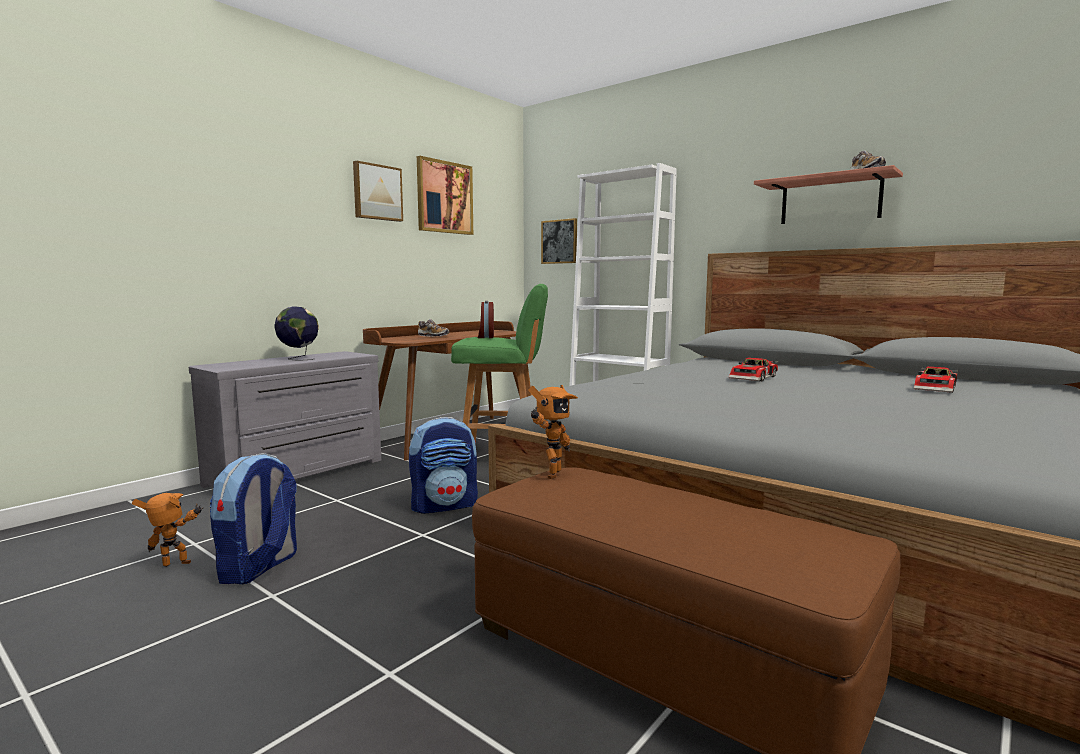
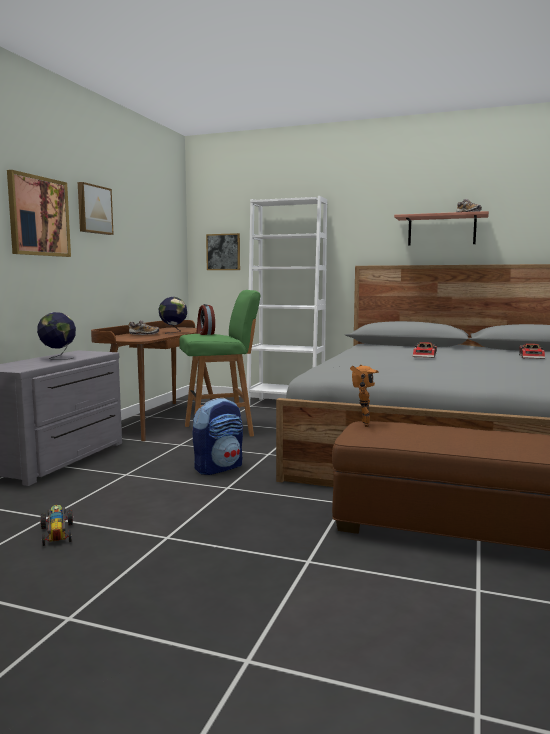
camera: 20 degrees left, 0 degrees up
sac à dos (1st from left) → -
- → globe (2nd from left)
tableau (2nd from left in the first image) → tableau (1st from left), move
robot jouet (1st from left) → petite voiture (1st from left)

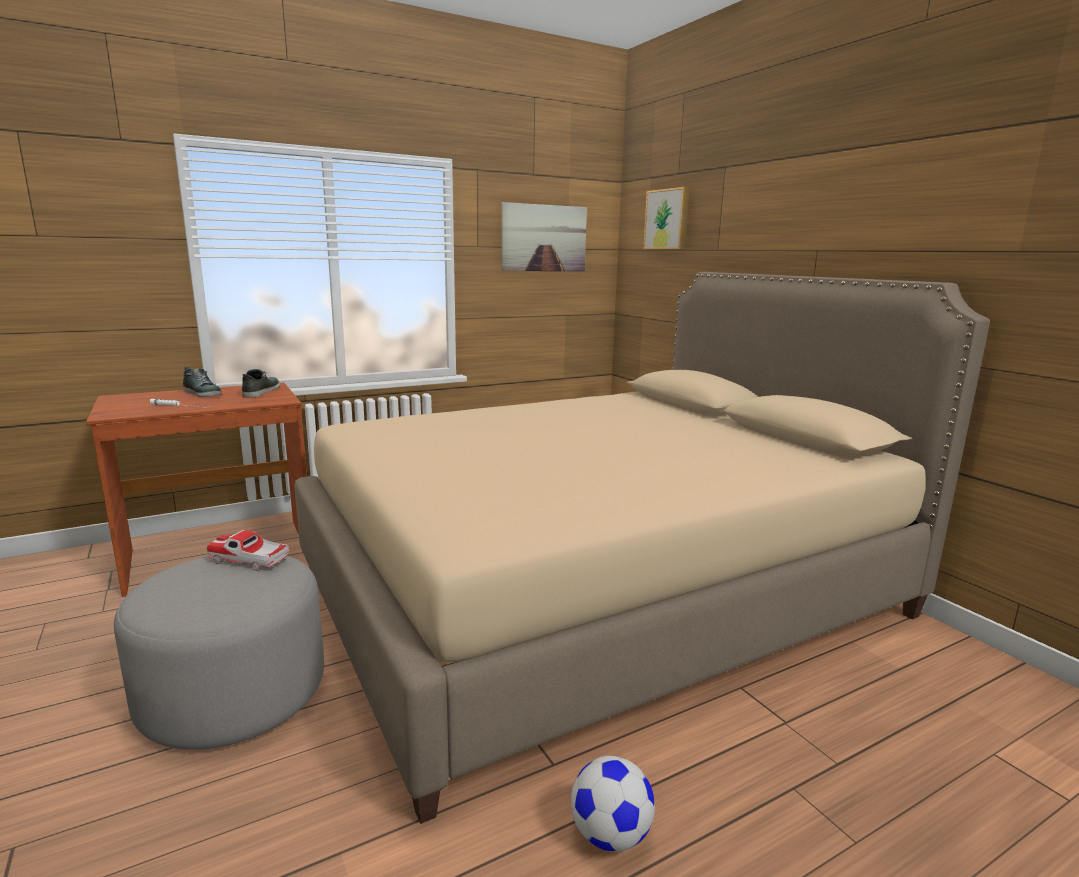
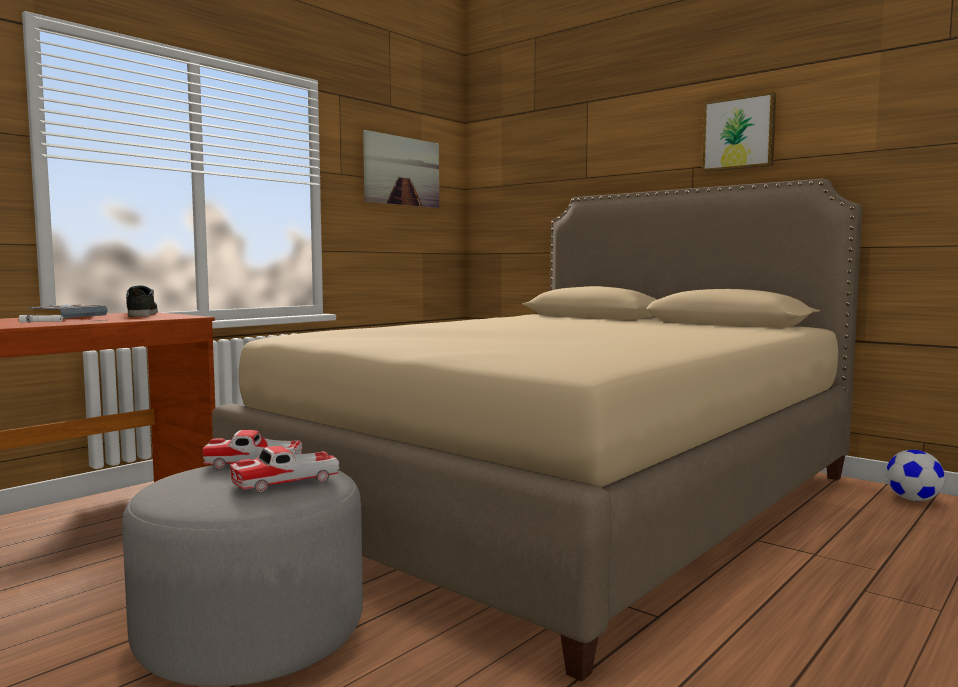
camera: 20 degrees left, 10 degrees down
- → petite voiture (2nd from left)
ballon de foot, move
tableau (2nd from left), move
chaussure (1st from left) → livre [gris]

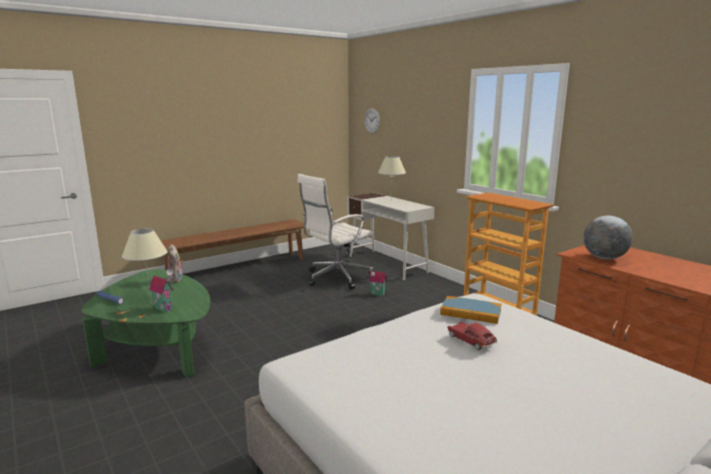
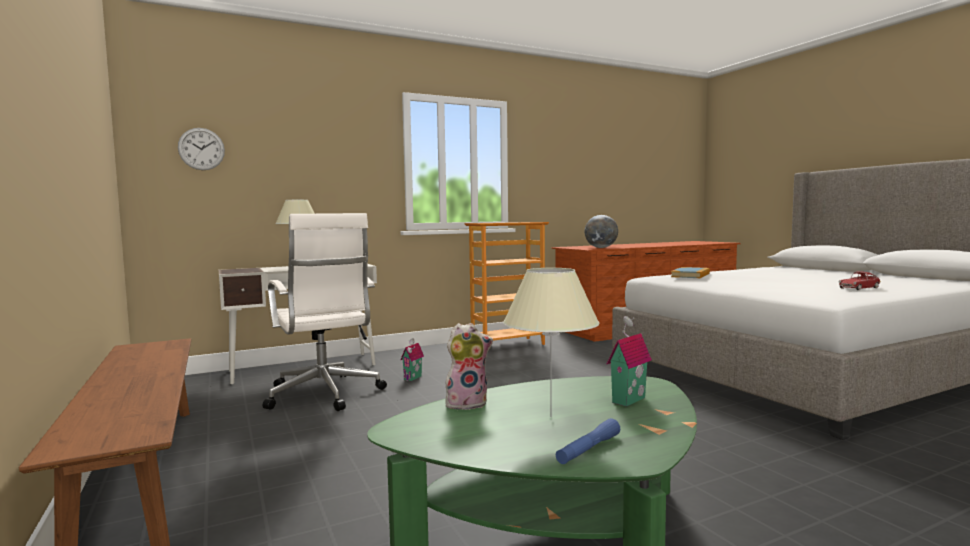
camera: 80 degrees left, 10 degrees down
petite voiture, move

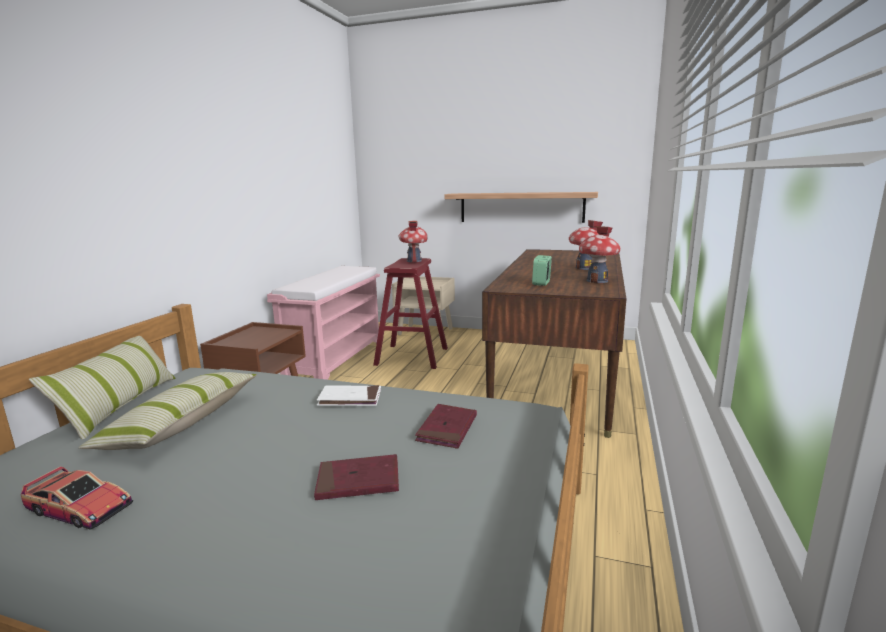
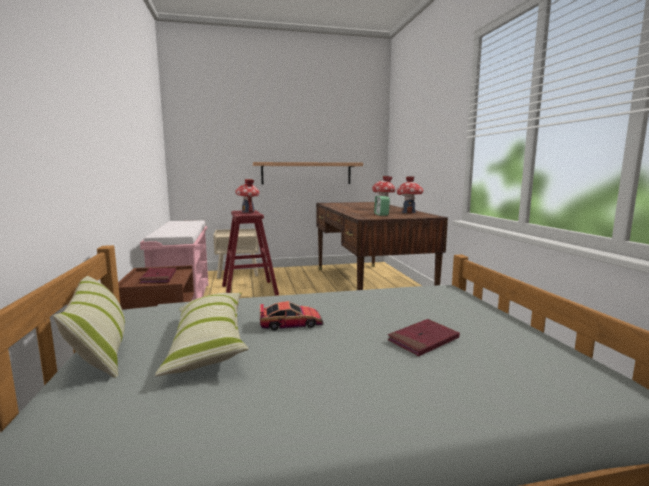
camera: 30 degrees left, 5 degrees down
livre [blanc] → -
petite voiture, move
livre [rouge] (2nd from left in the first image) → livre [rouge] (1st from left), move

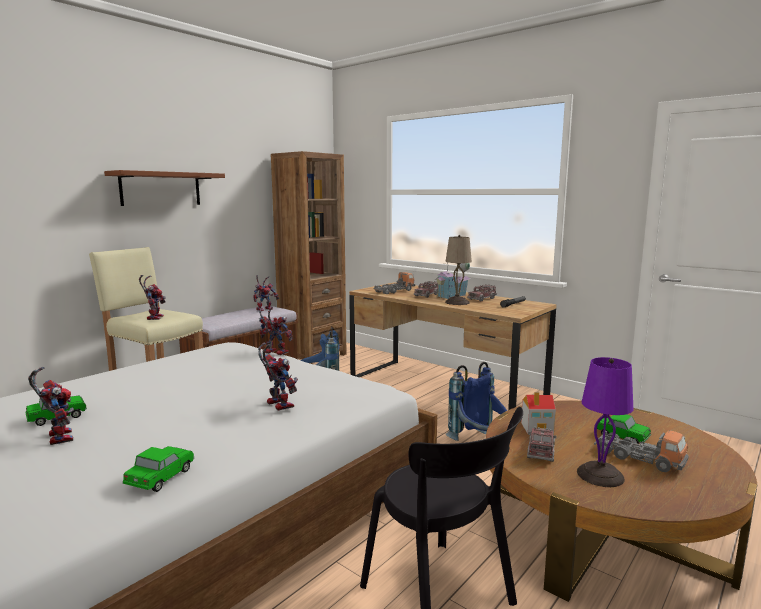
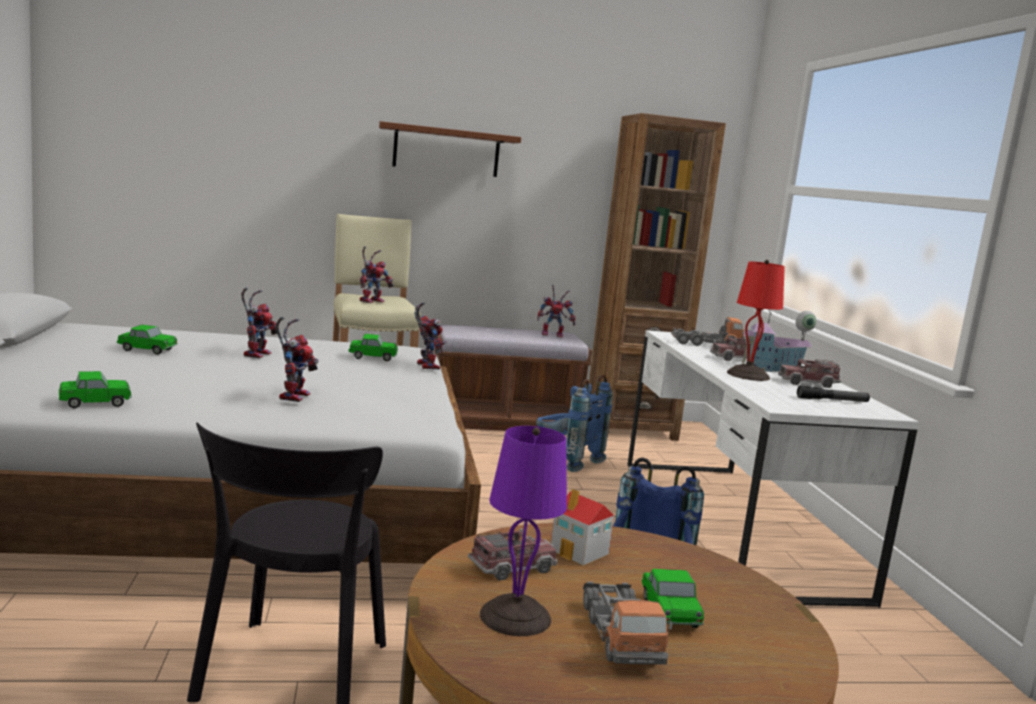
camera: 40 degrees right, 0 degrees up
- → petite voiture (3rd from left)
robot jouet (1st from left), move
bureau [marron] → bureau [blanc]
lampe de table [beige] → lampe de table [rouge]

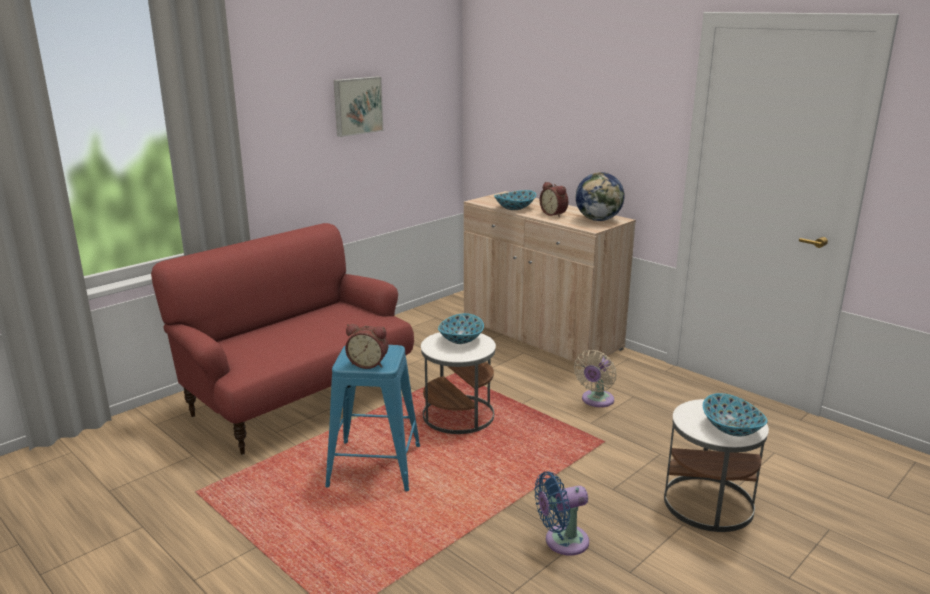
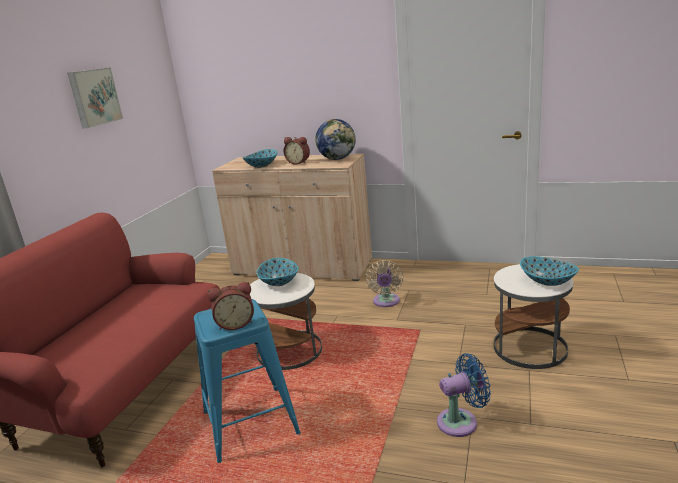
camera: 25 degrees left, 0 degrees up
ventilateur [bleu], 150 degrees counterclockwise

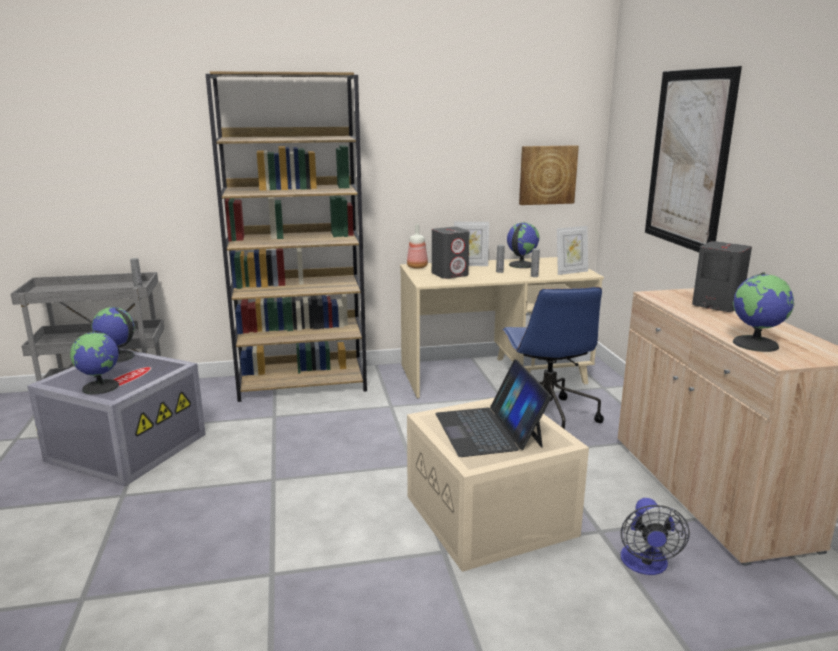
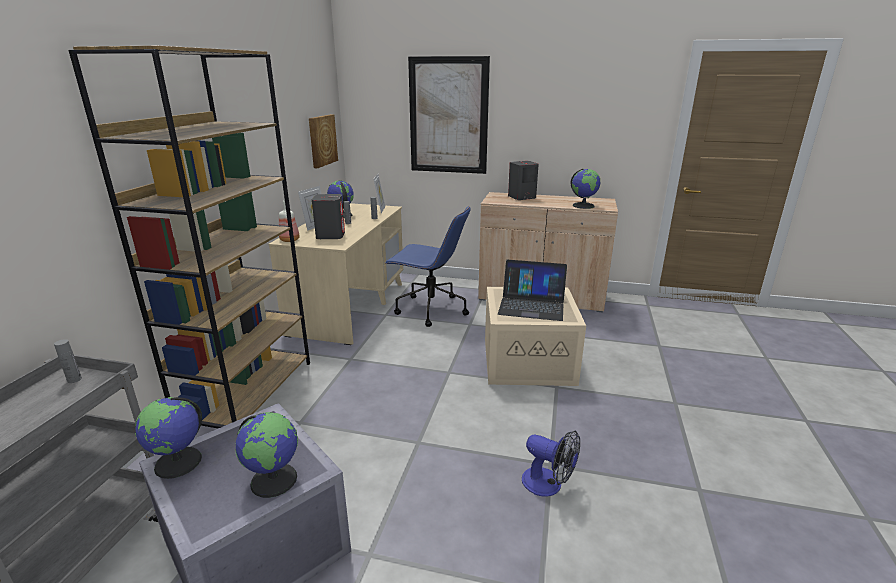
camera: 65 degrees left, 5 degrees up
ventilateur, move

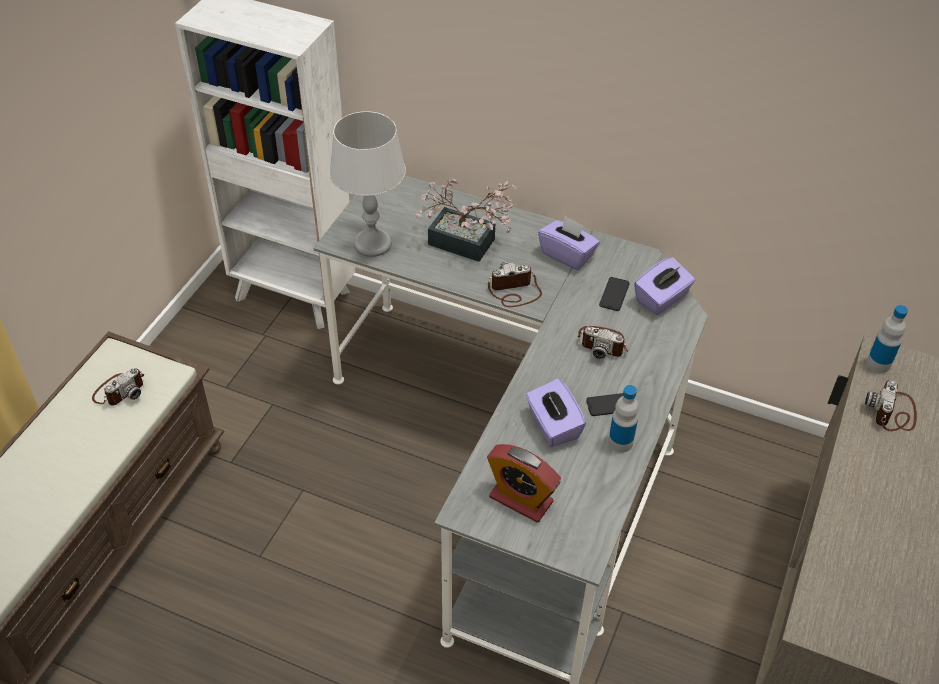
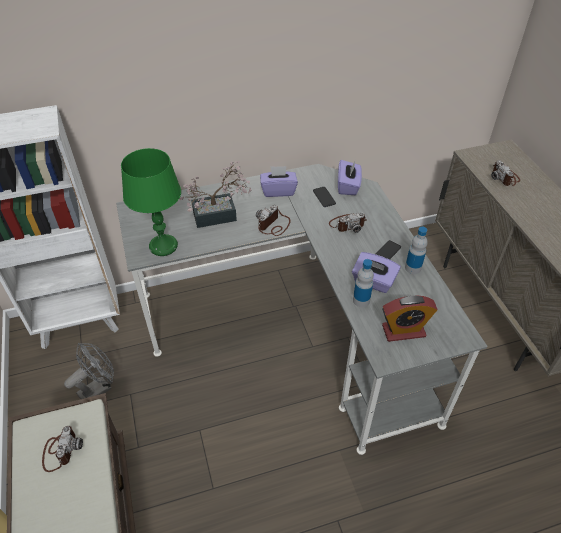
camera: 40 degrees left, 0 degrees up
- → ventilateur [gris]
bouteille (2nd from left in the first image) → bouteille (1st from left), move
lampe de table [gris] → lampe de table [vert]

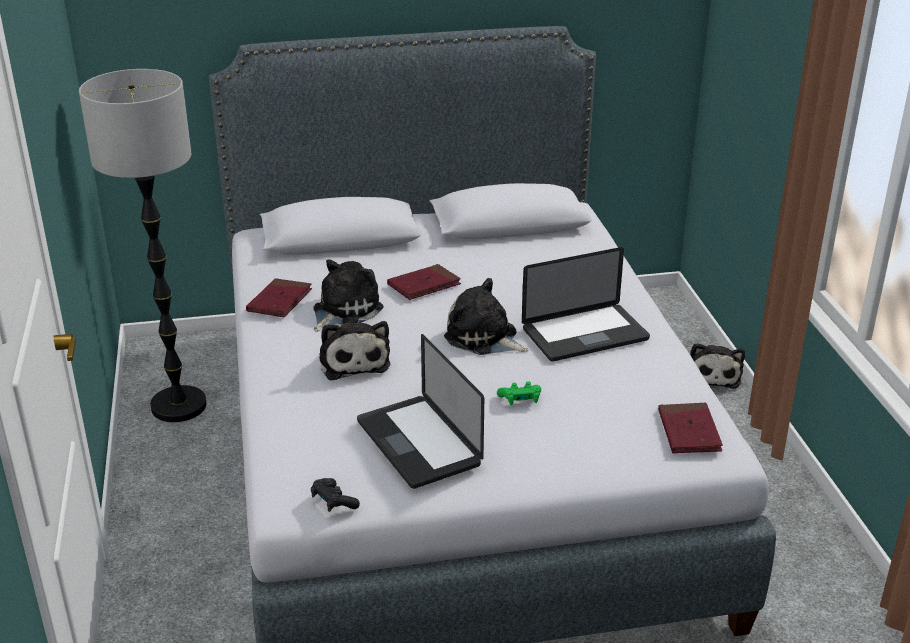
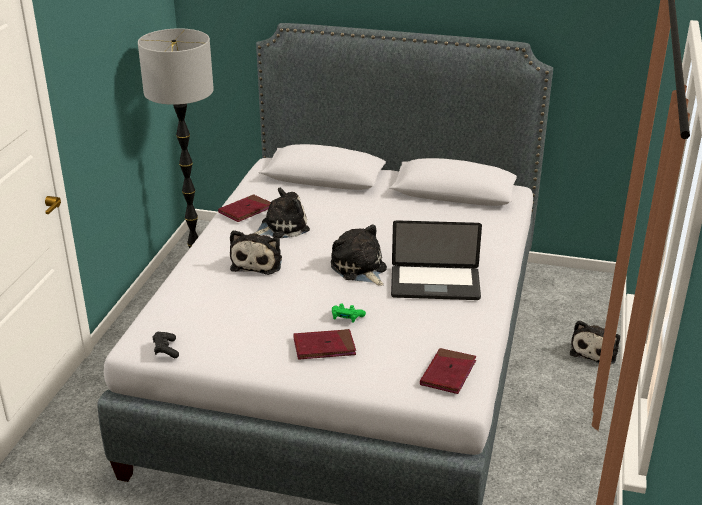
camera: 25 degrees right, 0 degrees up
ordinateur portable (1st from left) → -
livre [rouge] (2nd from left), move

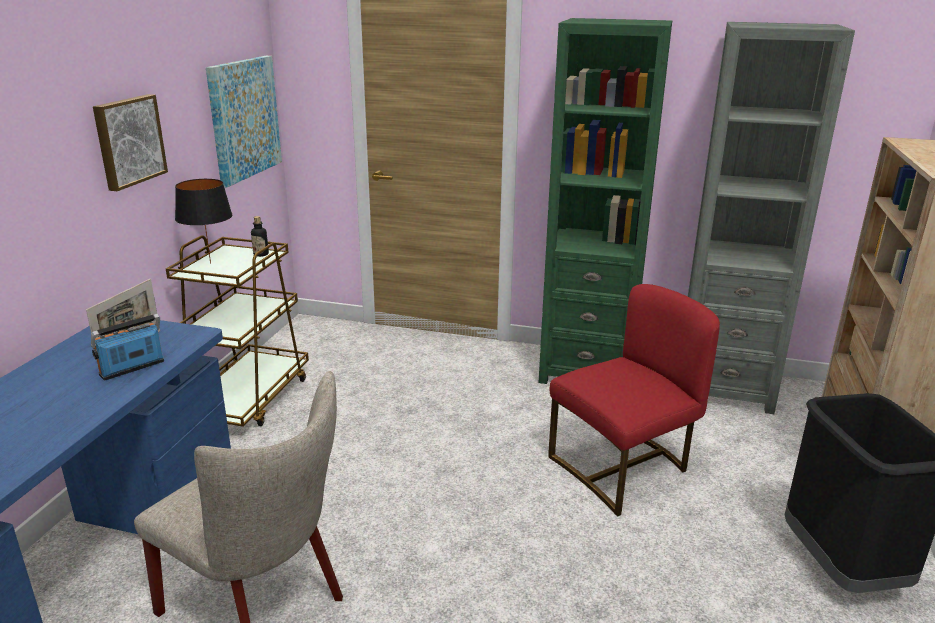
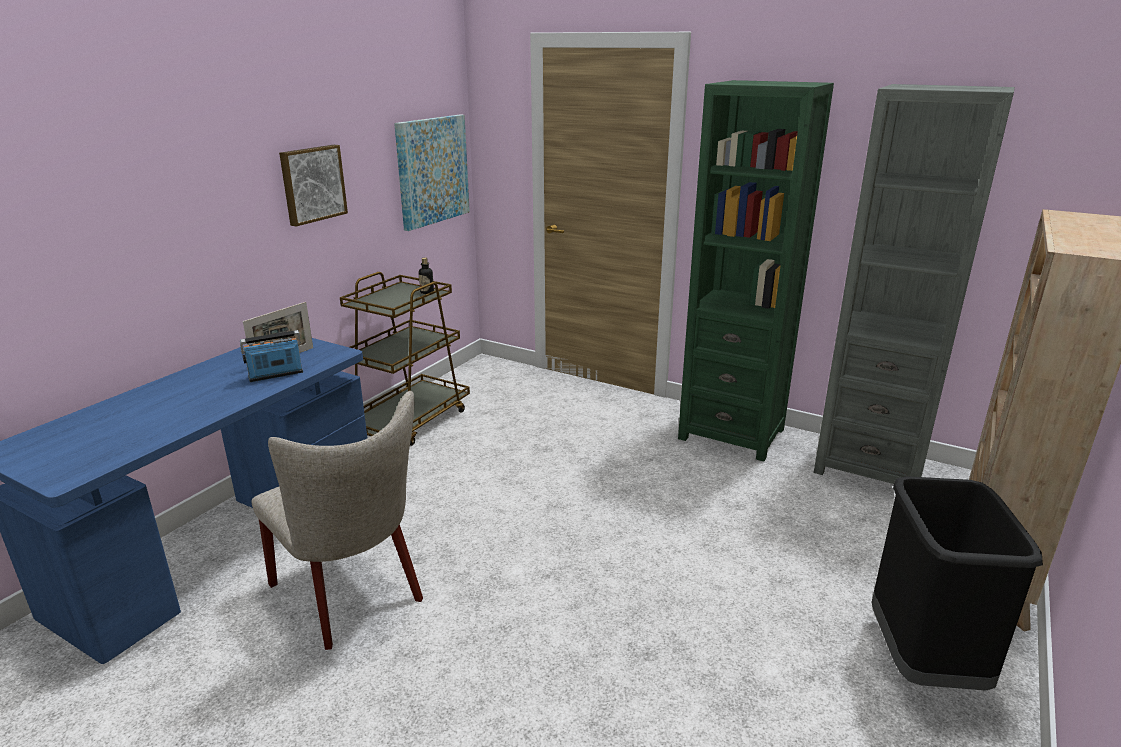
camera: 15 degrees right, 0 degrees up
lampe de table [noir] → -
chaise [rouge] → -

